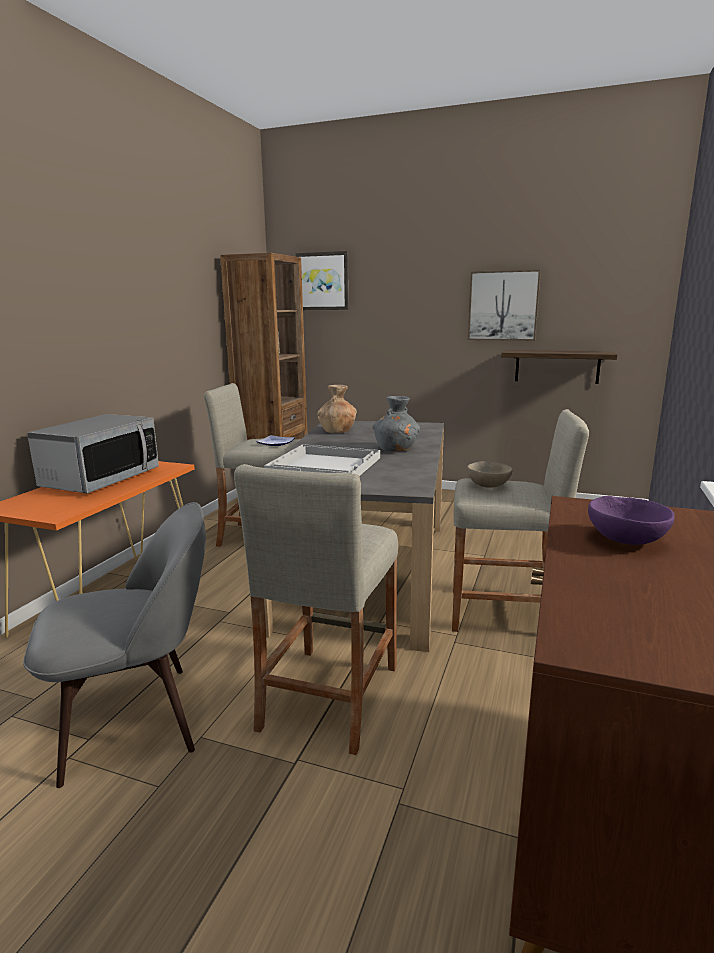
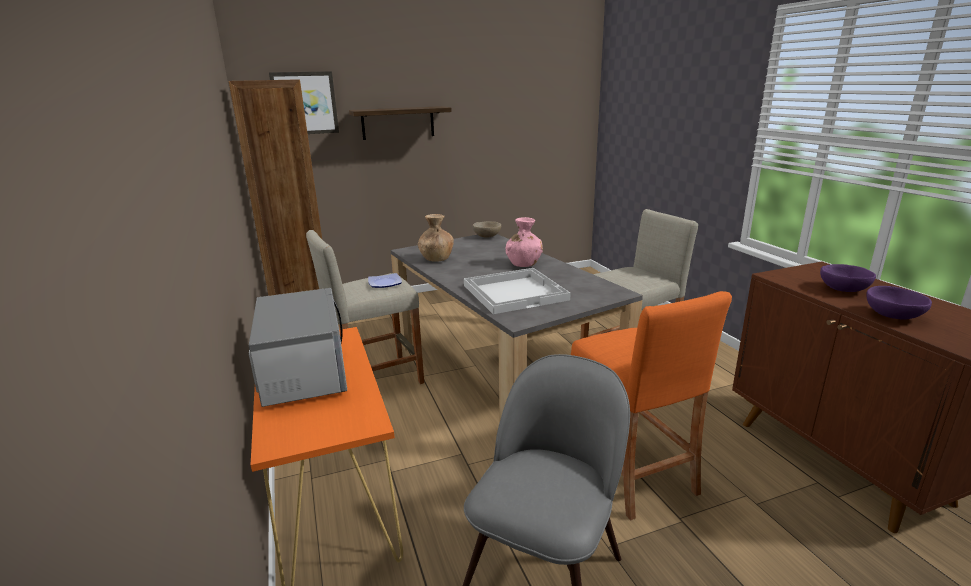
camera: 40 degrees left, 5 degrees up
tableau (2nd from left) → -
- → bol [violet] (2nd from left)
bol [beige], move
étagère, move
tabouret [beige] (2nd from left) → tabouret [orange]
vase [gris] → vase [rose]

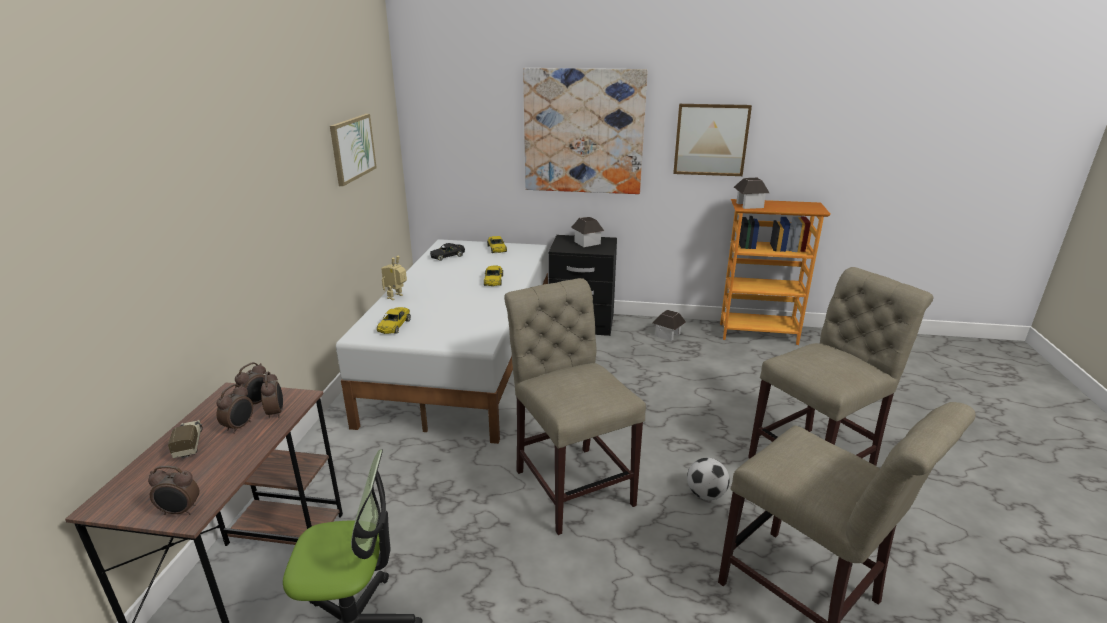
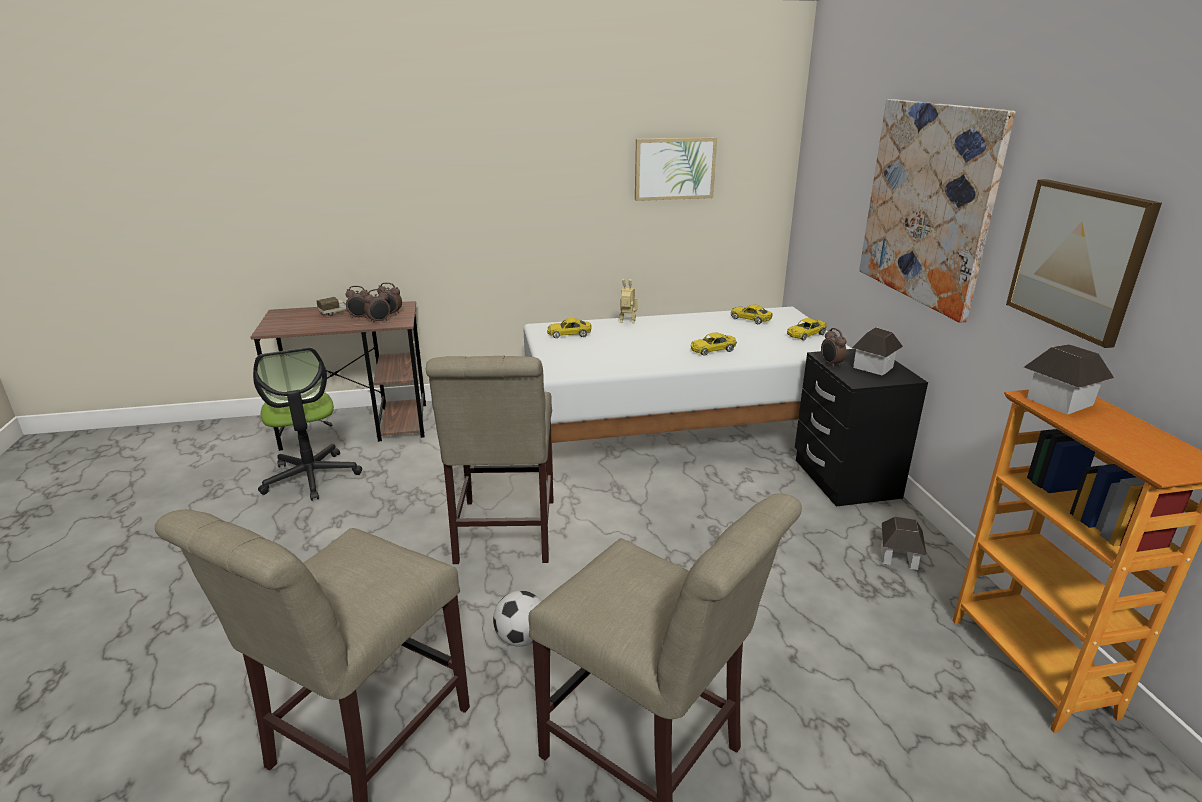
camera: 70 degrees right, 0 degrees up
réveil (1st from left in the first image) → réveil (4th from left), move
petite voiture [noir] → petite voiture [jaune] (3rd from left)
chaise [beige] (1st from left in the first image) → chaise [beige] (2nd from left), 135 degrees clockwise

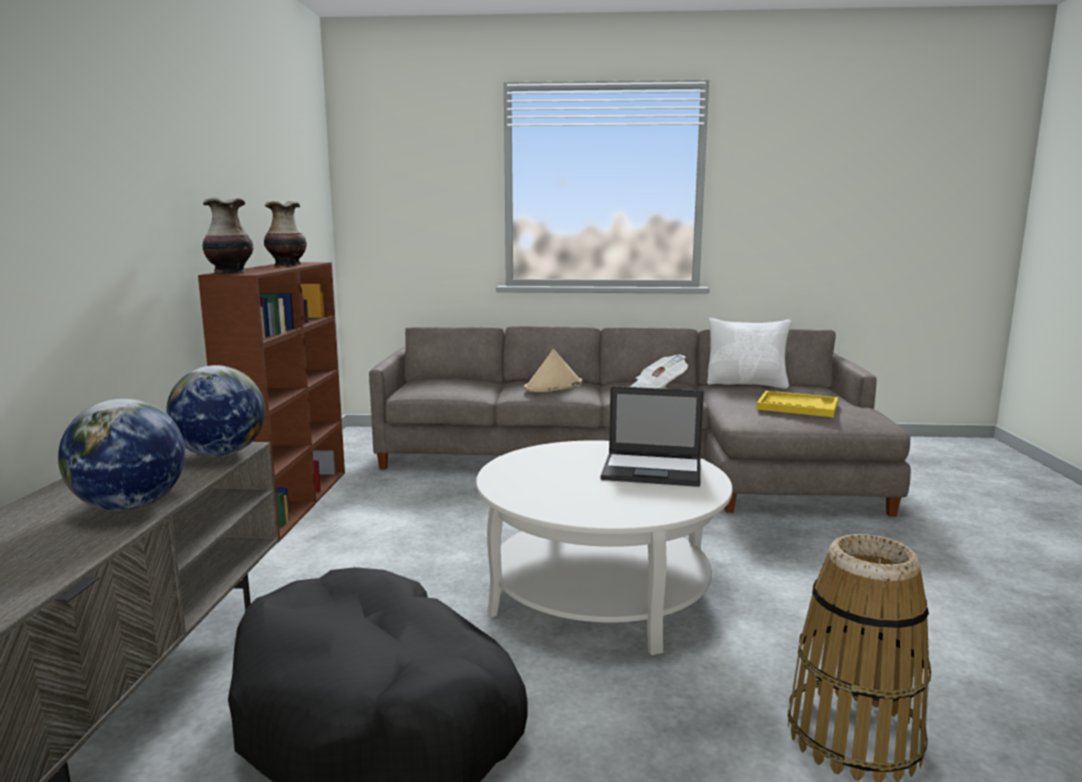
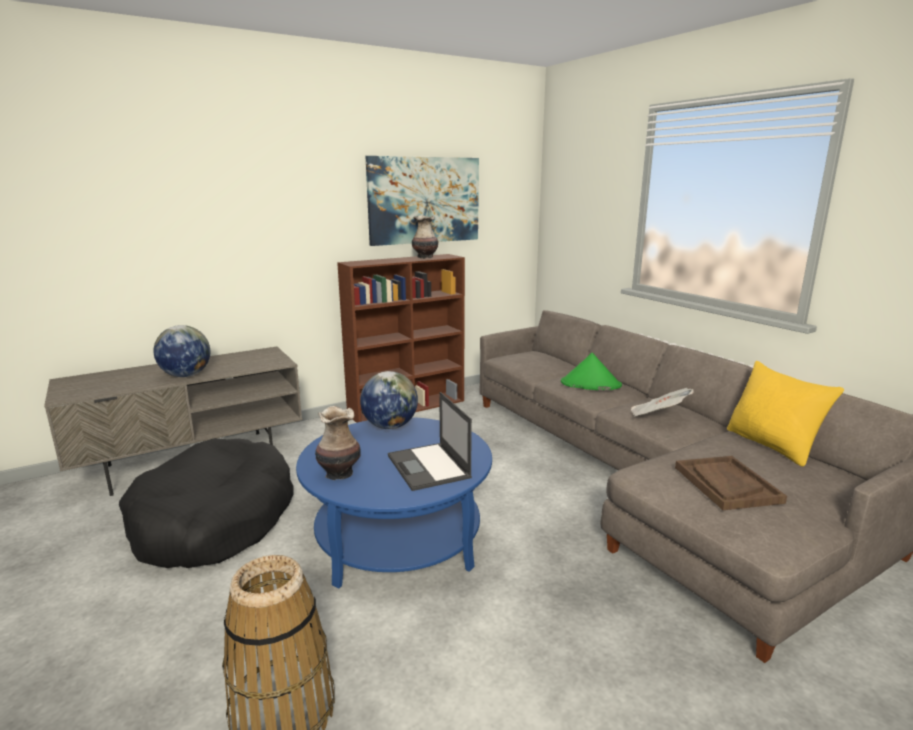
camera: 55 degrees right, 5 degrees up
- → tableau
globe (2nd from left), move
vase (1st from left), move
table basse [blanc] → table basse [bleu]
chapeau [beige] → chapeau [vert]
coussin [blanc] → coussin [jaune]
plateau [jaune] → plateau [marron]

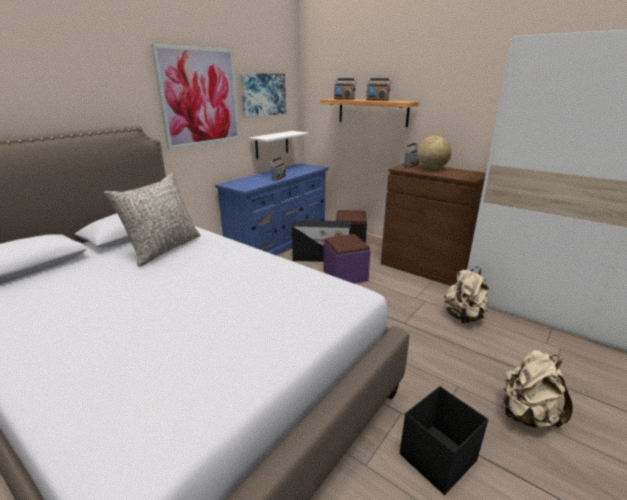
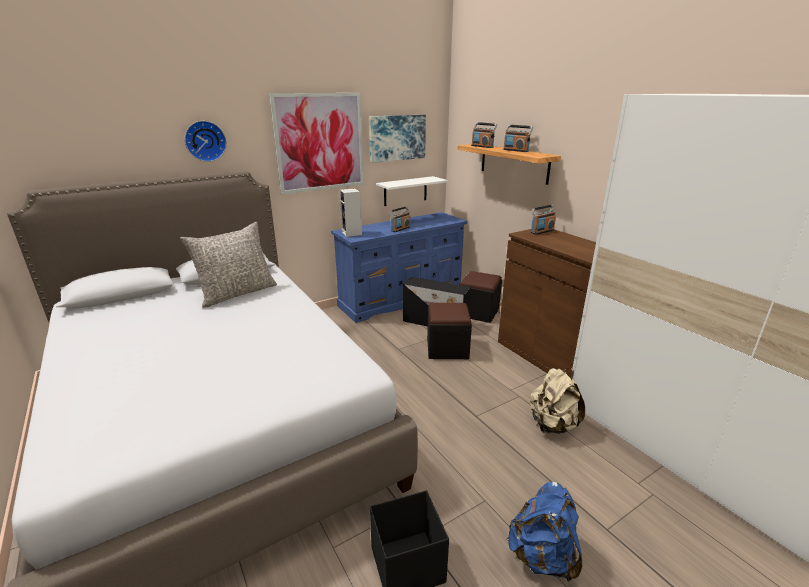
camera: 20 degrees right, 0 degrees up
globe → -
- → horloge murale
- → enceinte
pouf [violet] → pouf [noir] (1st from left)
sac à dos [beige] (2nd from left) → sac à dos [bleu]

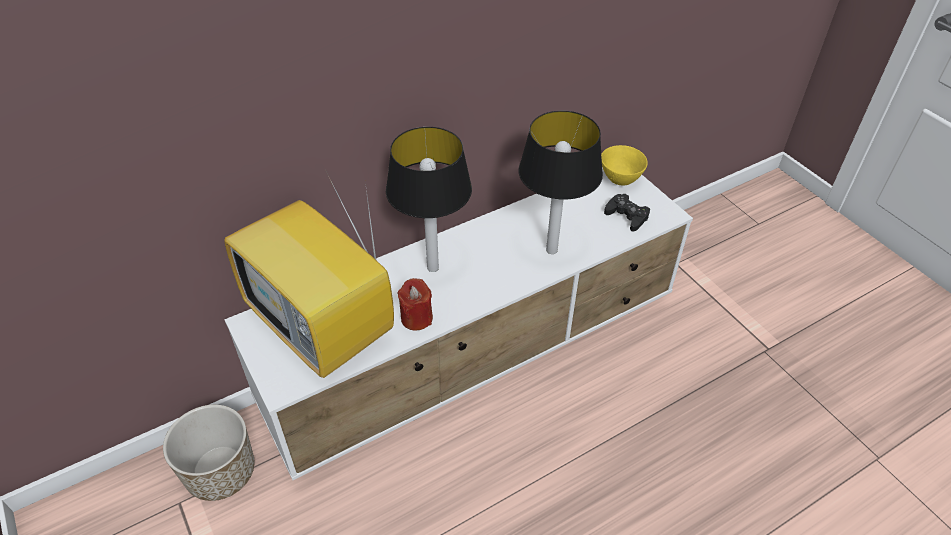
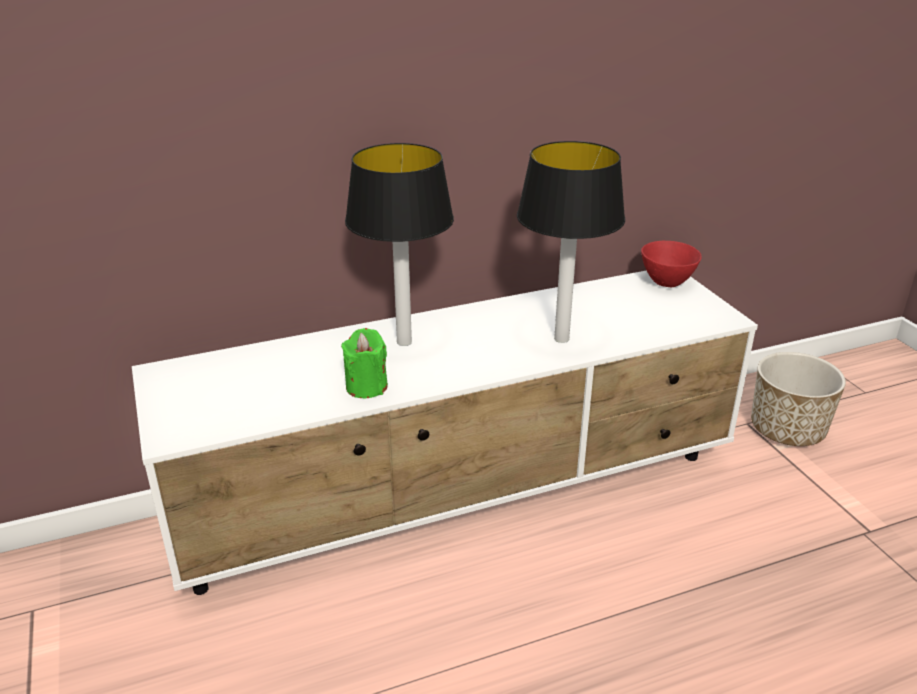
camera: 10 degrees right, 15 degrees down
téléviseur → -
manette [noir] → -
cache-pot, move
bougie [rouge] → bougie [vert]
bol [jaune] → bol [rouge]

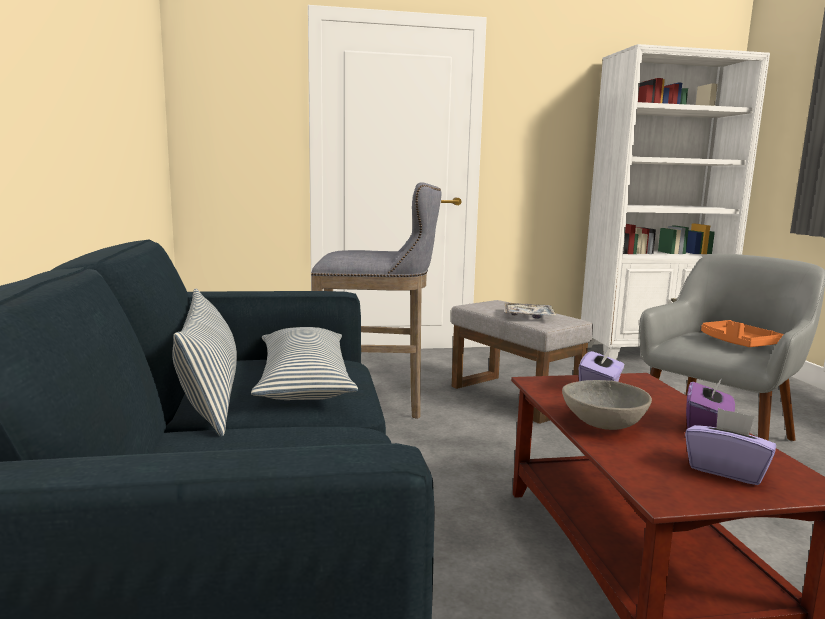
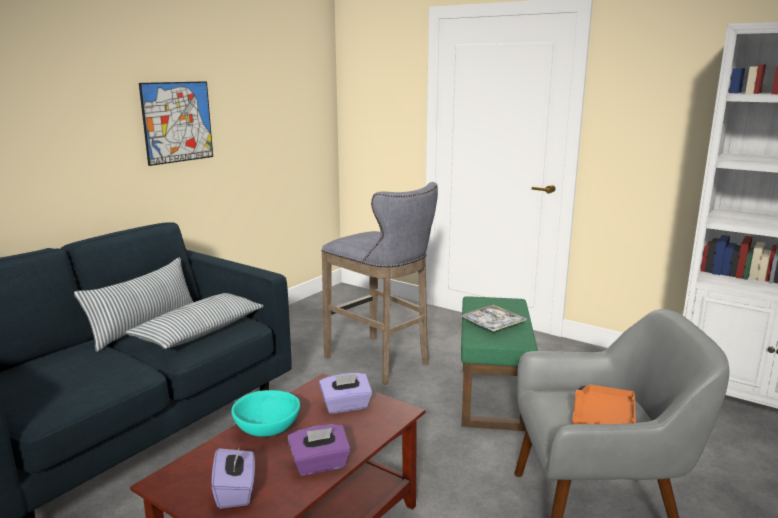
camera: 45 degrees right, 5 degrees up
- → tableau
pouf [gris] → pouf [vert]
bol [gris] → bol [turquoise]

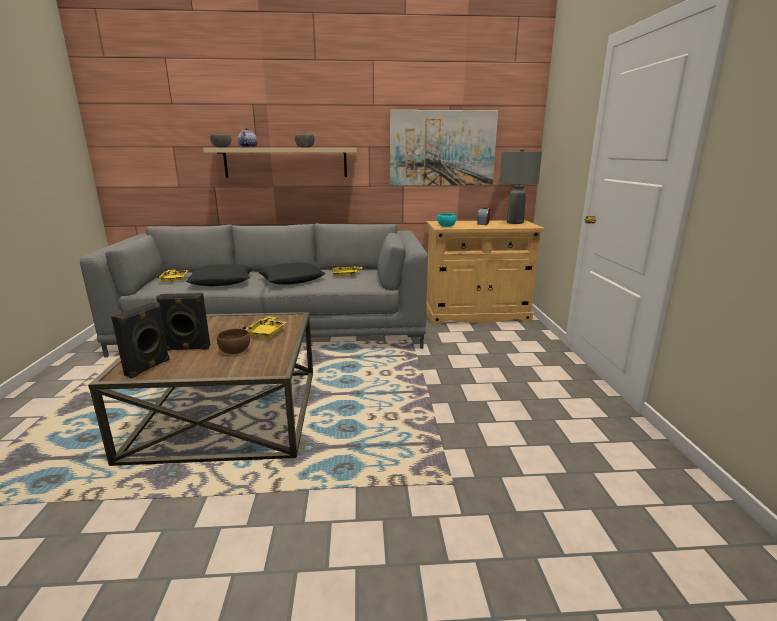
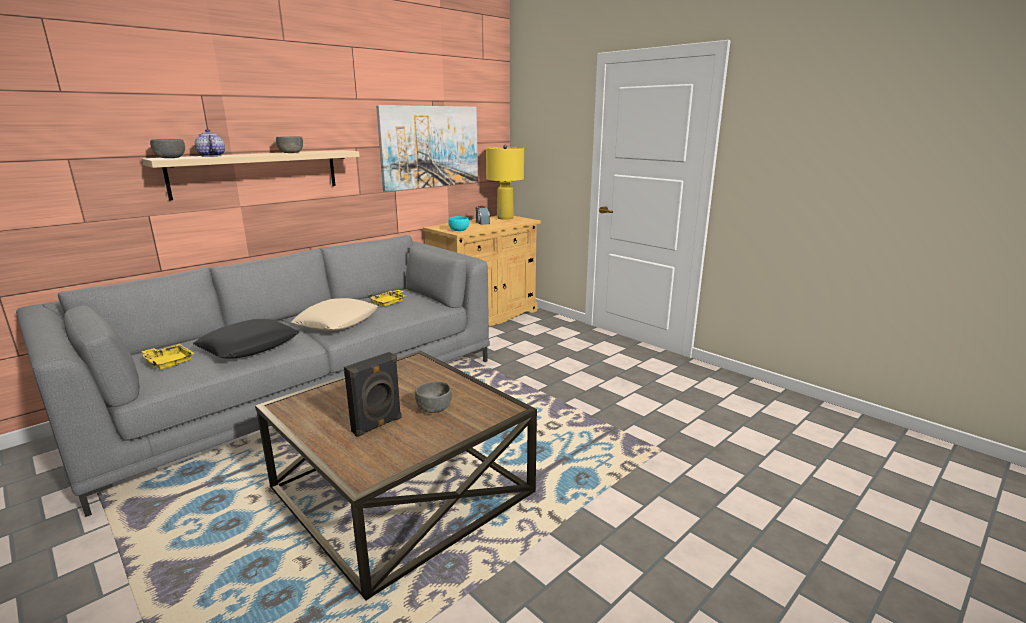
camera: 40 degrees left, 0 degrees up
enceinte [noir] (1st from left) → -
plateau [jaune] (2nd from left) → -
bol [marron] → bol [gris] (3rd from left)
coussin [noir] (2nd from left) → coussin [beige]
lampe de table [gris] → lampe de table [jaune]

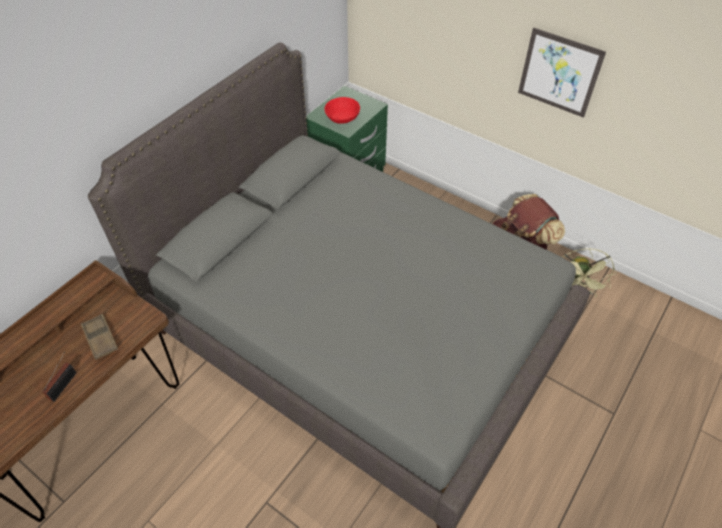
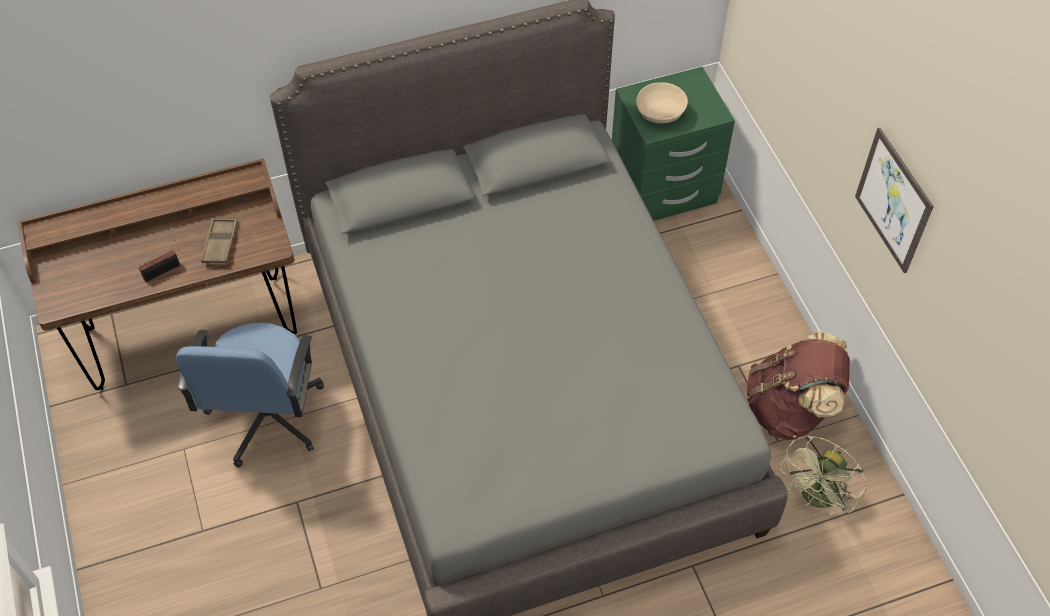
camera: 35 degrees right, 5 degrees up
- → chaise de bureau [bleu]
bol [rouge] → bol [beige]

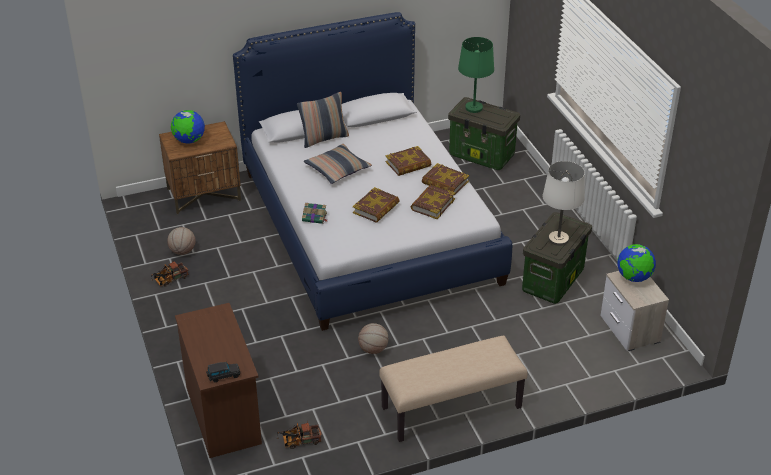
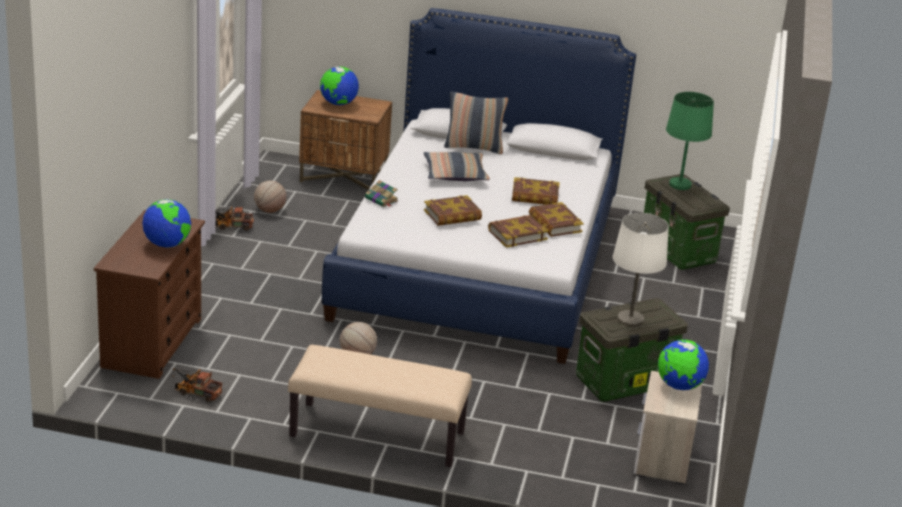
camera: 30 degrees right, 10 degrees down
petite voiture [noir] → -
- → globe (1st from left)

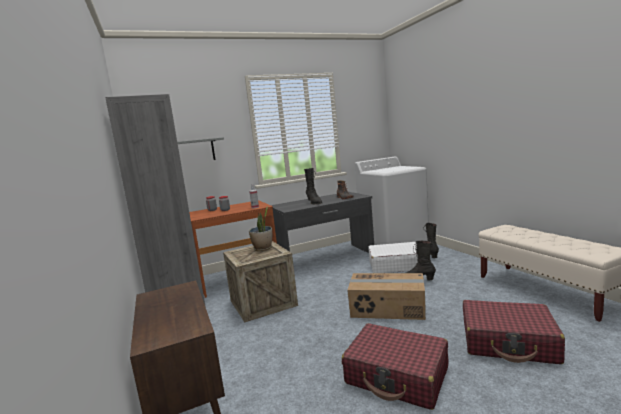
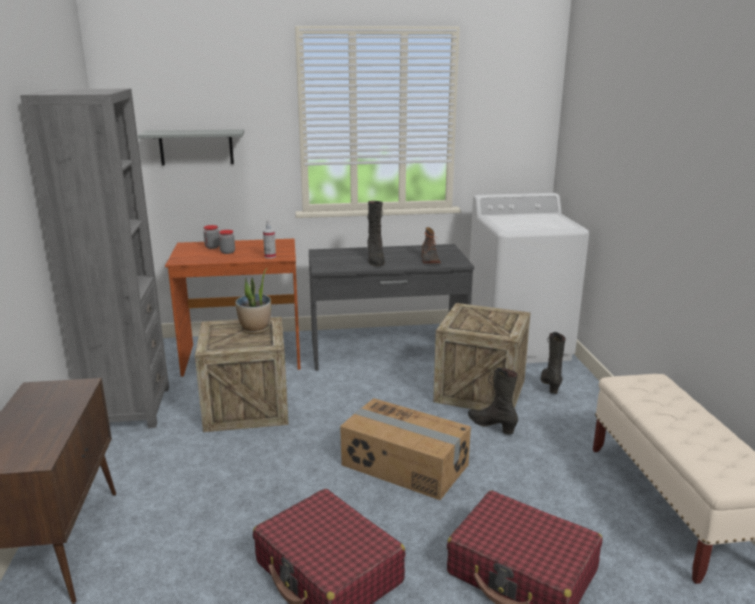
camera: 15 degrees right, 10 degrees up
valise [blanc] → caisse (2nd from left)

